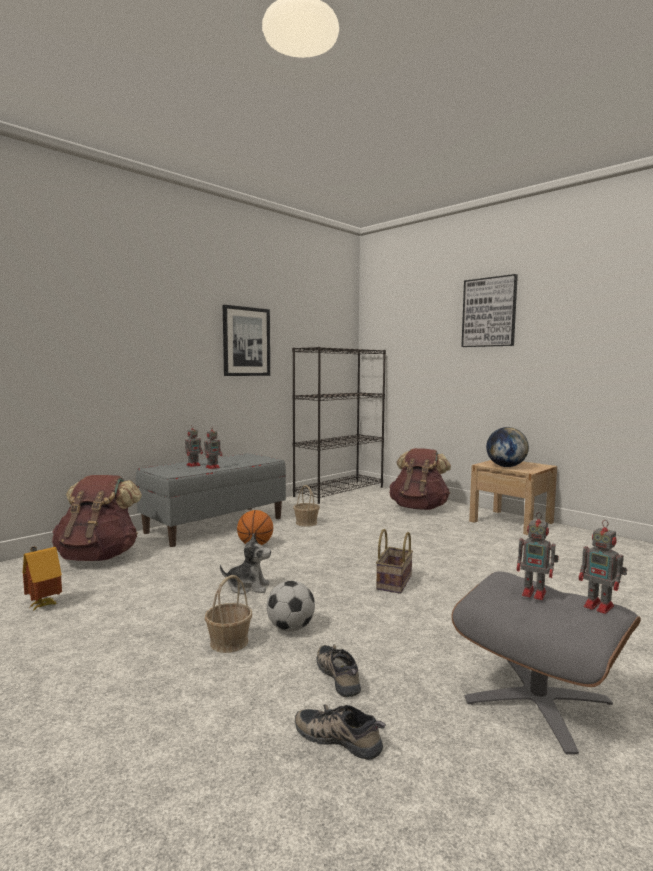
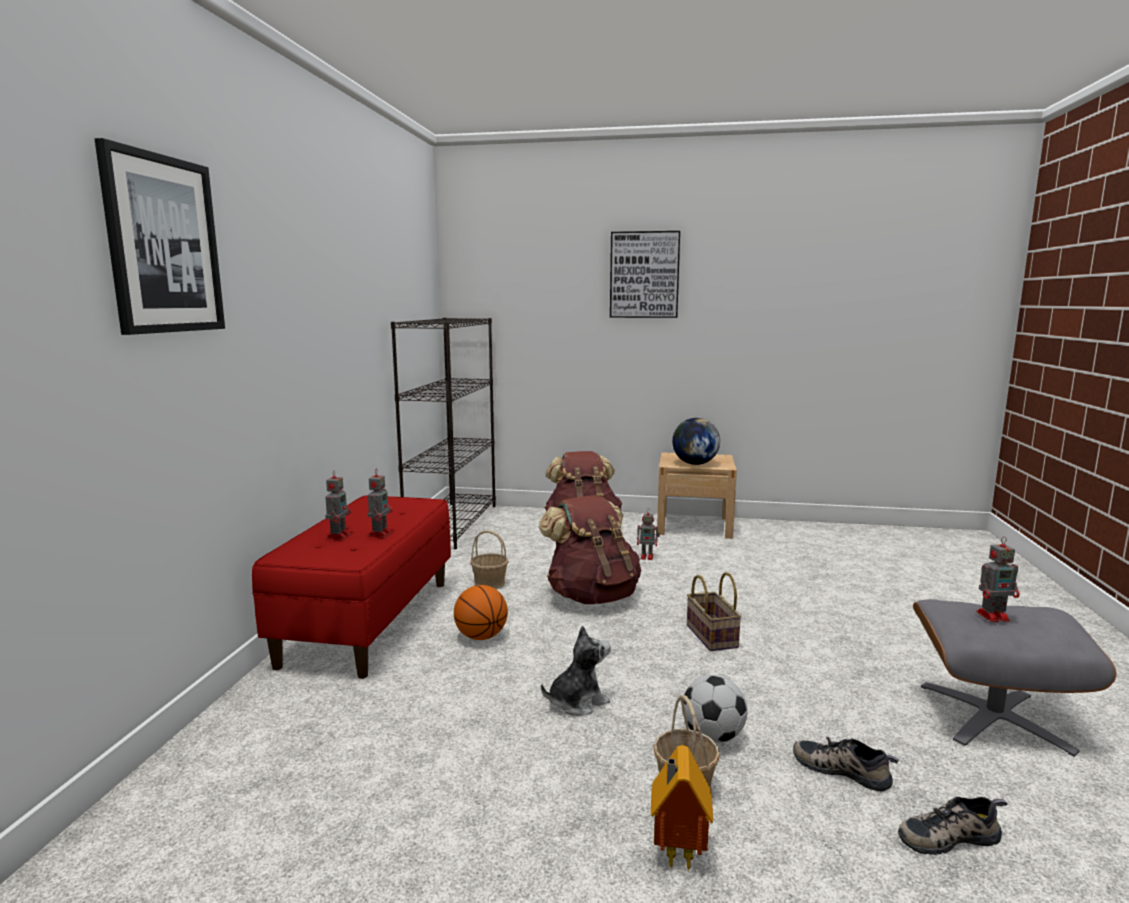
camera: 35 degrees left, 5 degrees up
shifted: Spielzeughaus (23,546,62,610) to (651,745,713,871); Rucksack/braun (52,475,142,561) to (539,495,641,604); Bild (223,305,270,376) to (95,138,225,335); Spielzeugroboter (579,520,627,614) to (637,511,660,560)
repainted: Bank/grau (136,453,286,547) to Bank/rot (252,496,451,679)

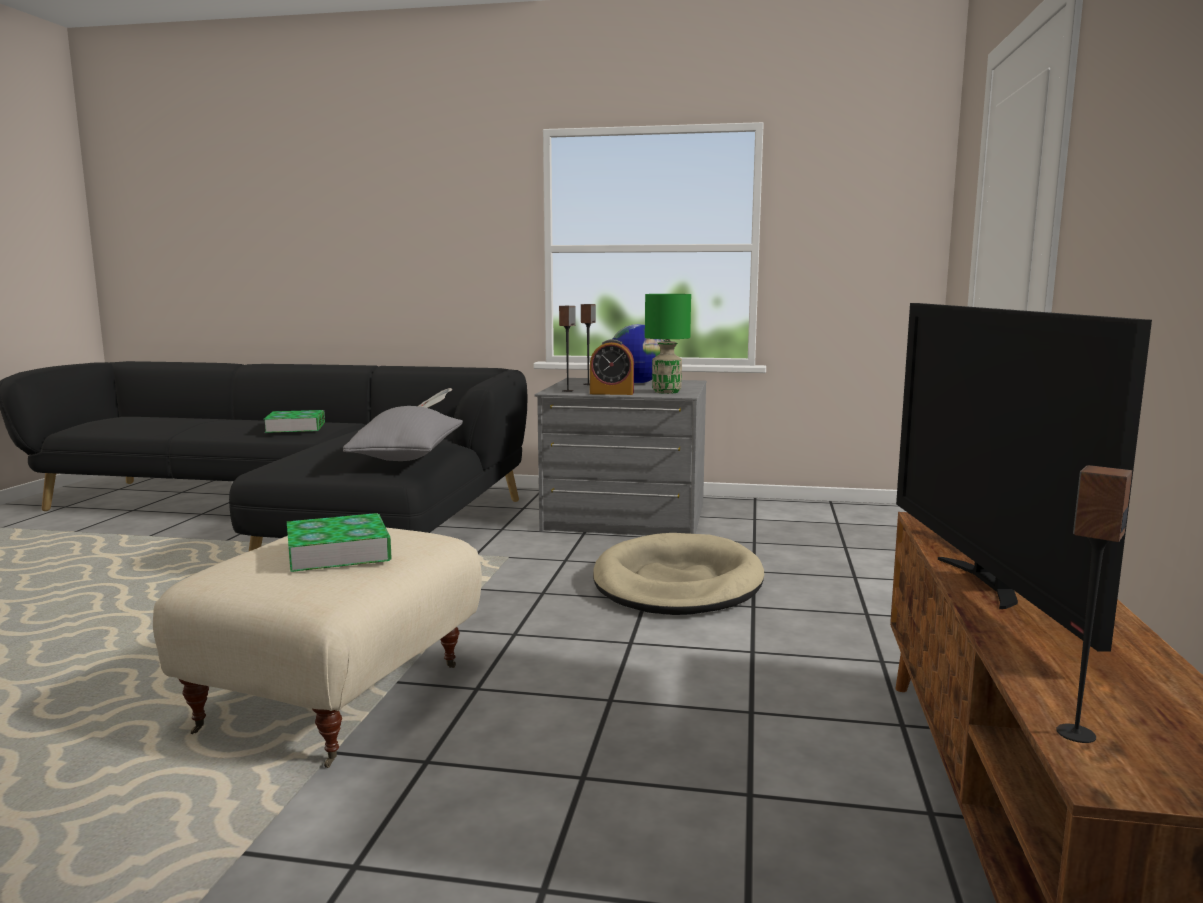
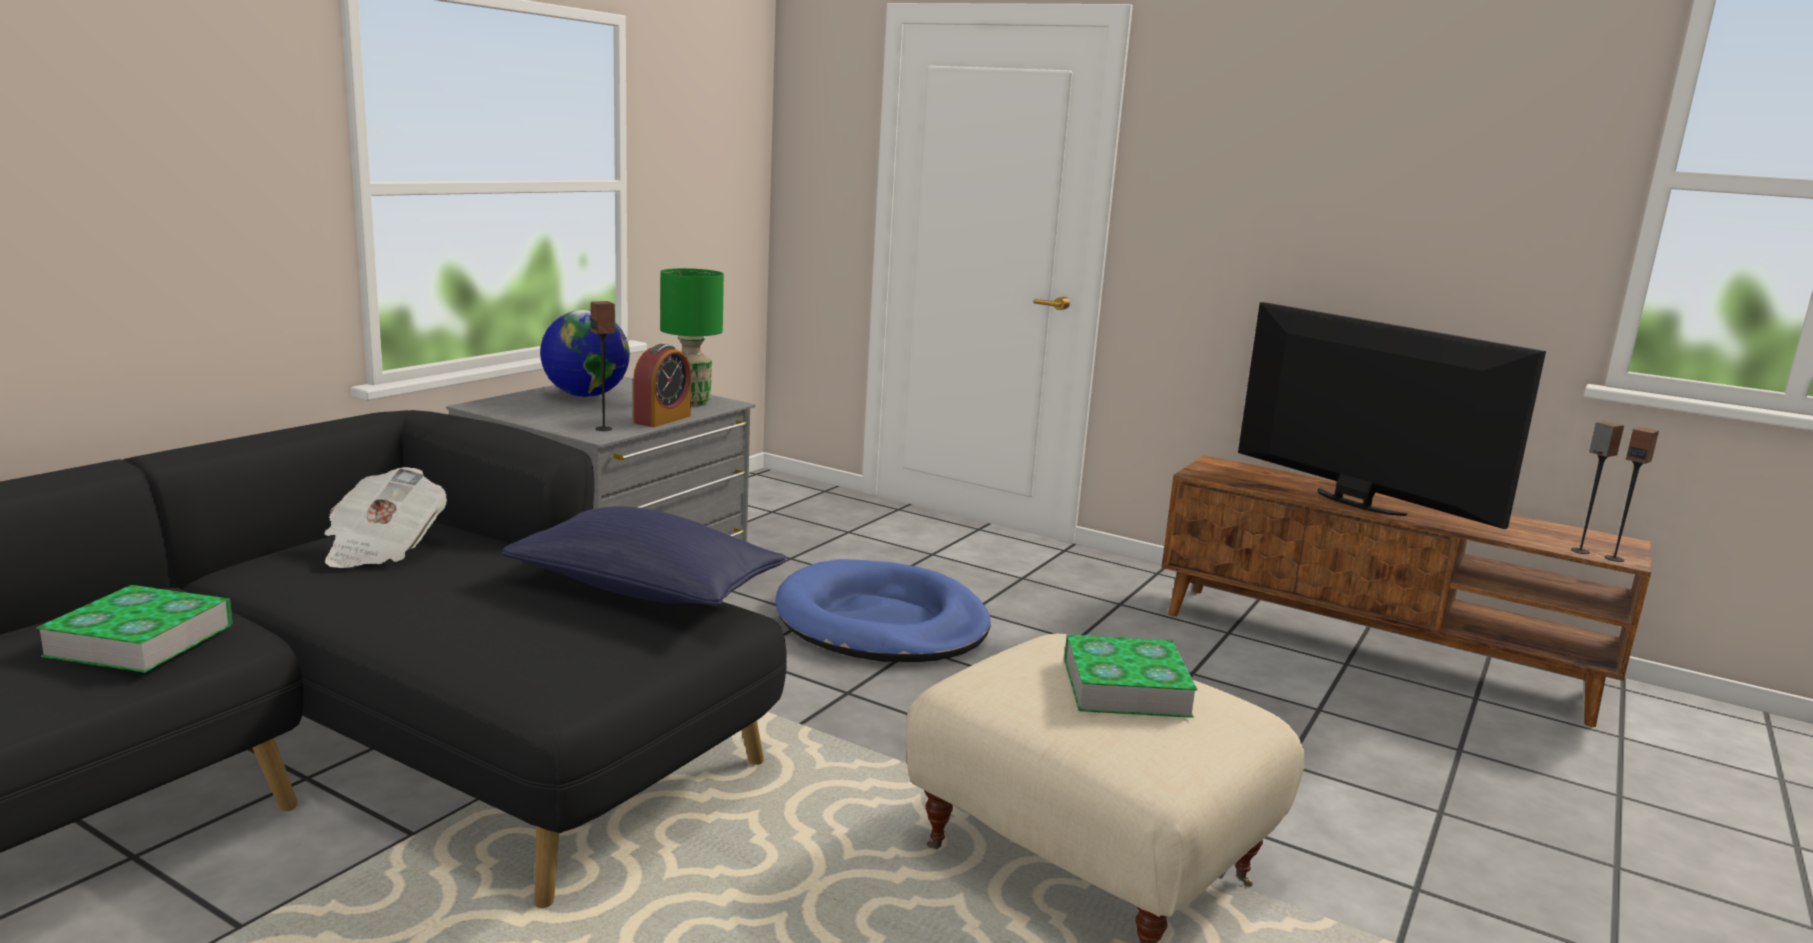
camera: 70 degrees left, 5 degrees up
shifted: Lautsprecher (581,304,596,385) to (1605,427,1659,562)
repainted: Kissen/grau (343,406,463,461) to Kissen/blau (501,506,786,607); Hundebett/beige (593,533,764,615) to Hundebett/blau (775,559,991,662)
rotated: Fernseher (896,303,1152,652) = (1238,302,1546,529) 150 degrees counterclockwise

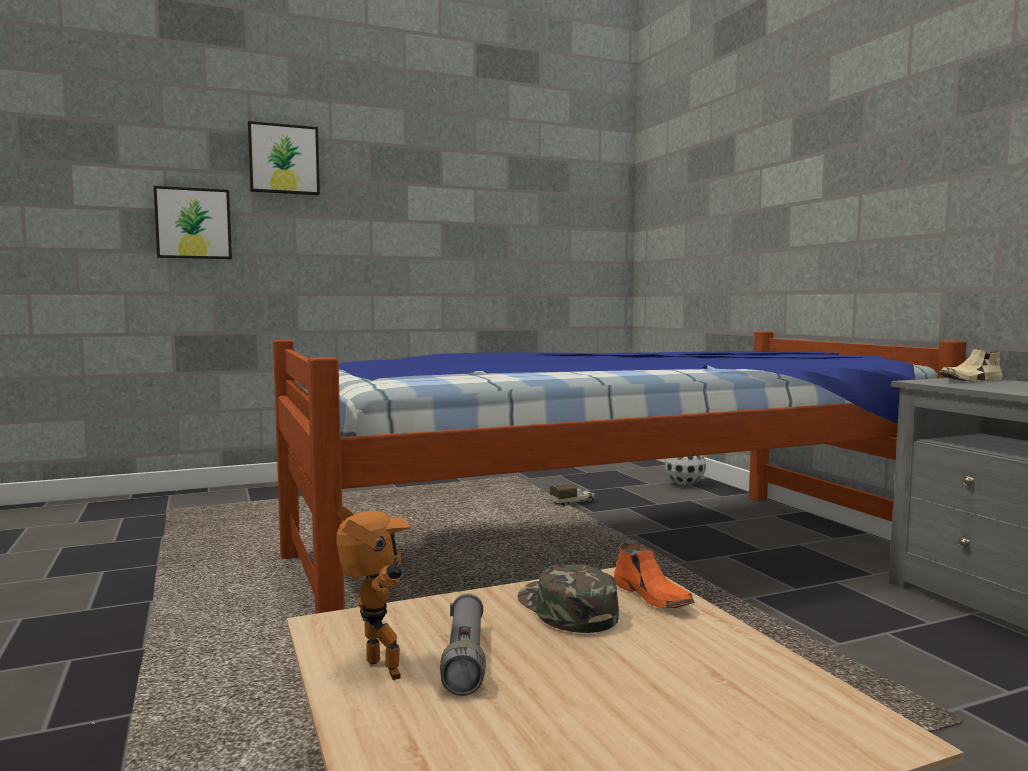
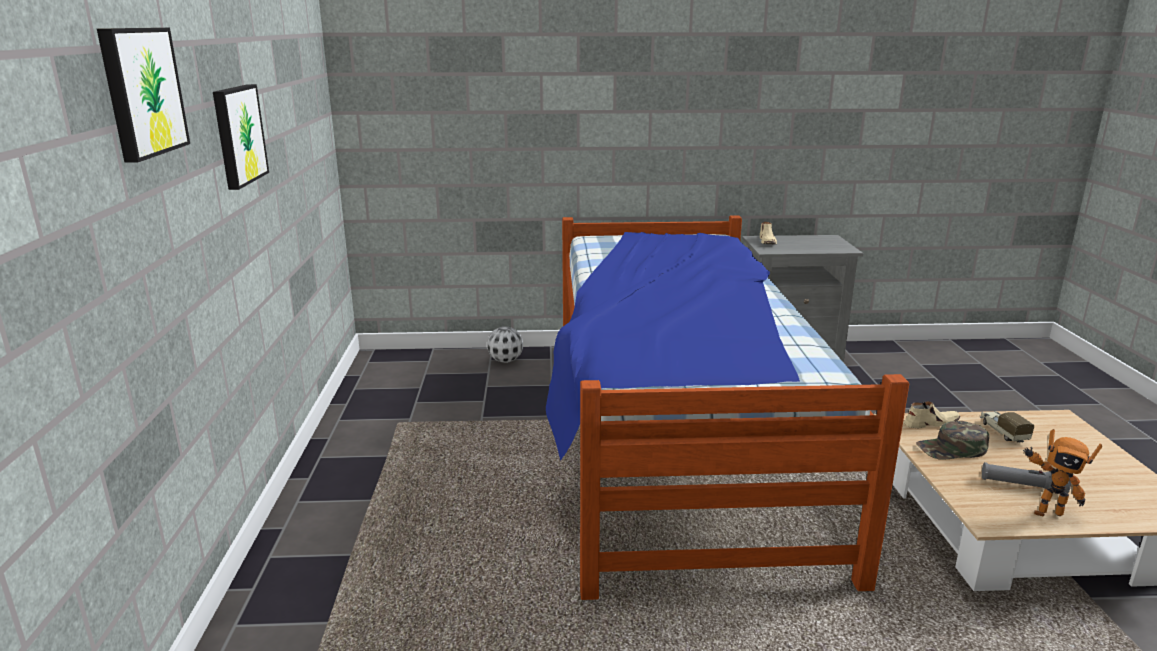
camera: 70 degrees left, 15 degrees up
shifted: Bild (154,186,232,259) to (213,84,269,190); Spielzeuglaster (550,483,595,506) to (980,411,1034,443)
repainted: Schuh/orange (614,543,695,608) to Schuh/beige (904,401,960,428)
rotated: Spielzeugroboter (337,506,410,680) = (1023,429,1102,516) 150 degrees counterclockwise

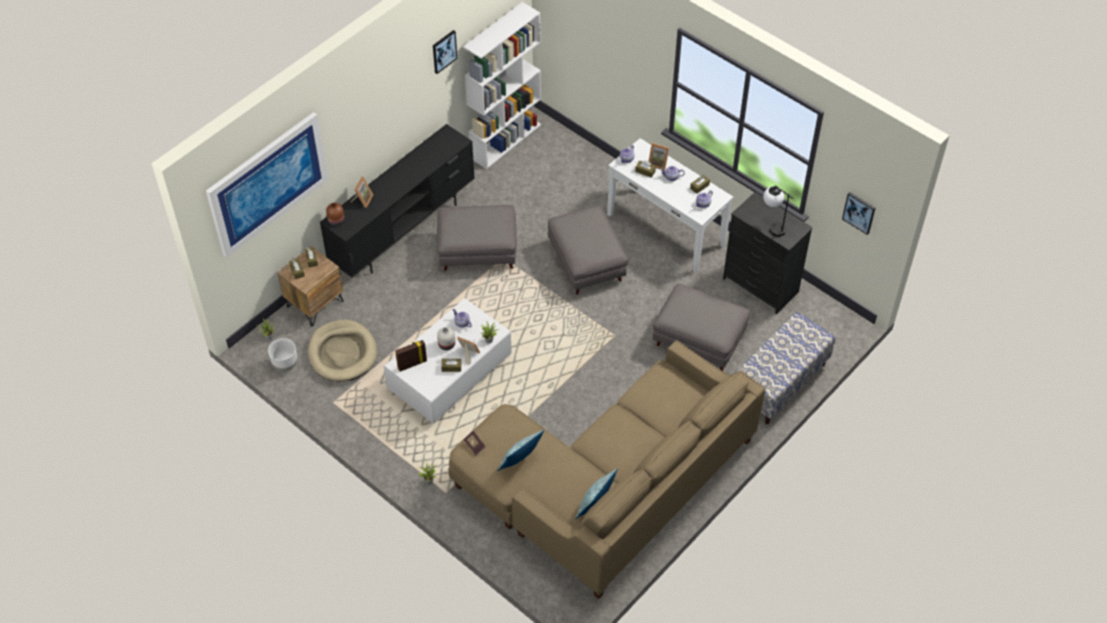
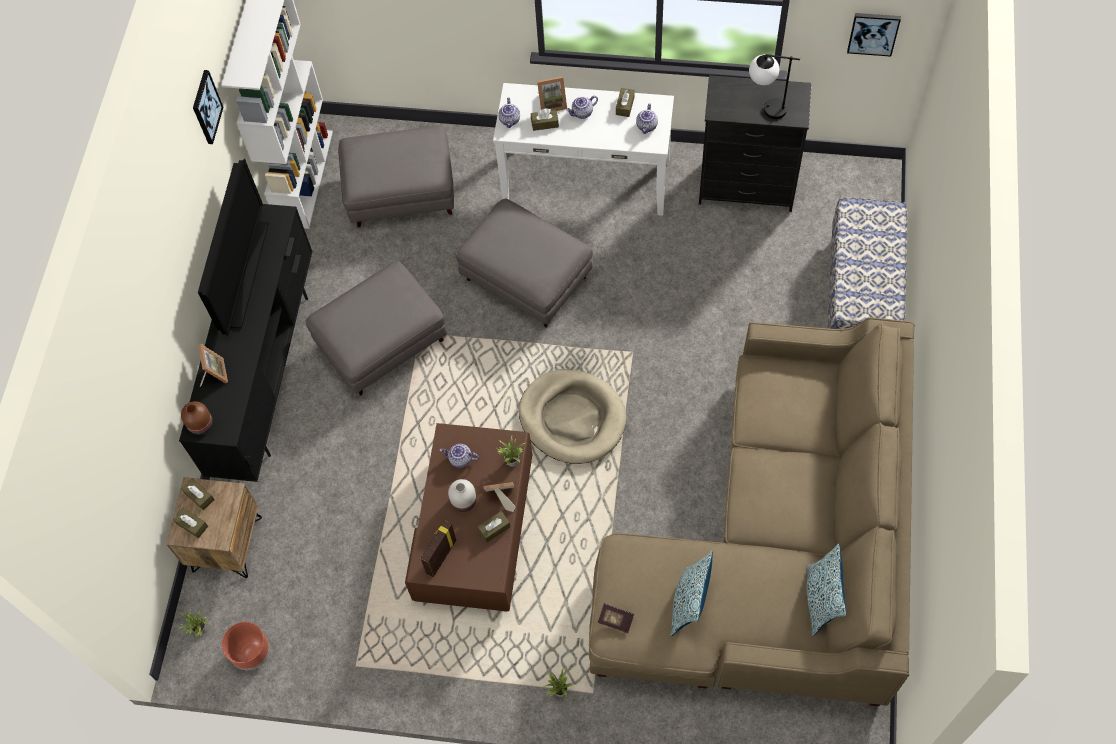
camera: 30 degrees left, 10 degrees up
gone: Bild (206,112,329,258)
new: Fernseher (198,159,269,336)
shifted: Hundebett/beige (308,320,377,382) to (519,369,627,464); Polsterhocker/grau (653,284,750,371) to (338,125,454,228)
repainted: Pflanzkübel/weiß (268,338,298,372) to Pflanzkübel/braun (222,622,270,670); Couchtisch/weiß (384,298,512,423) to Couchtisch/braun (405,423,532,611)

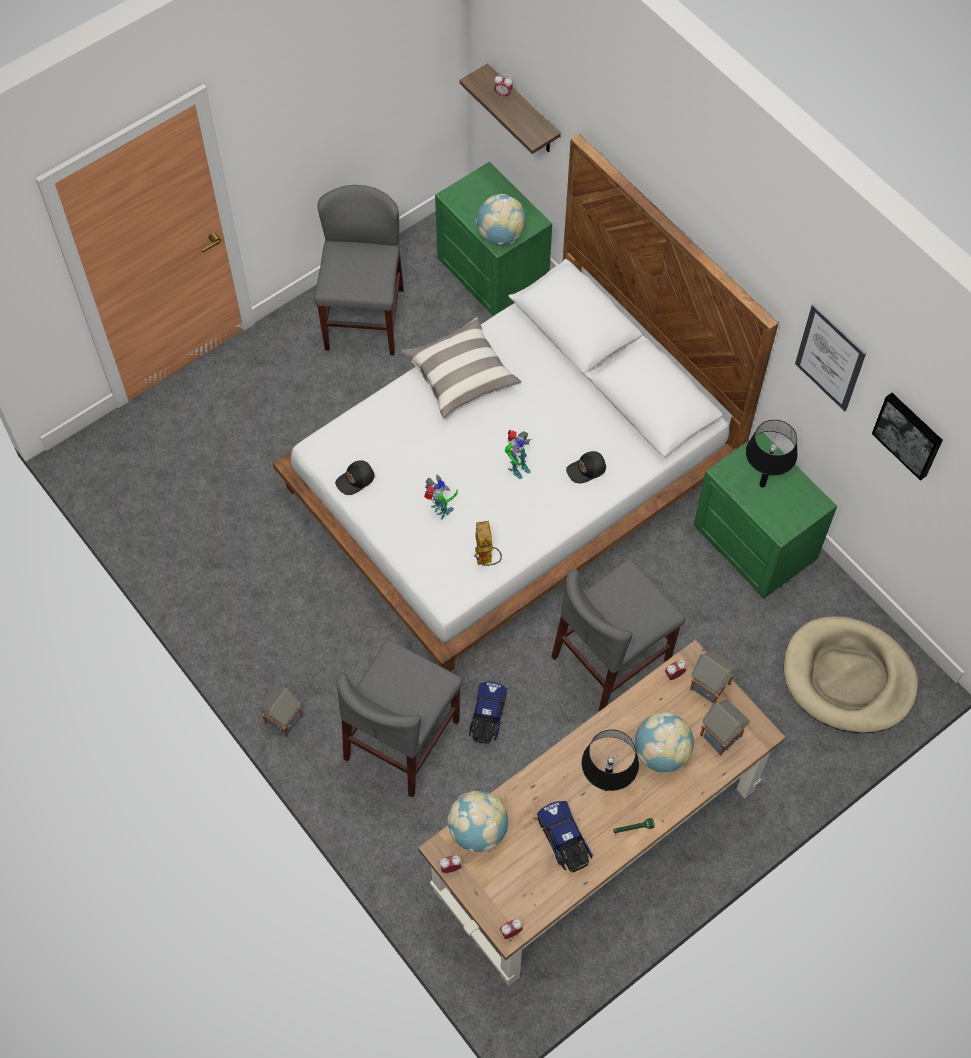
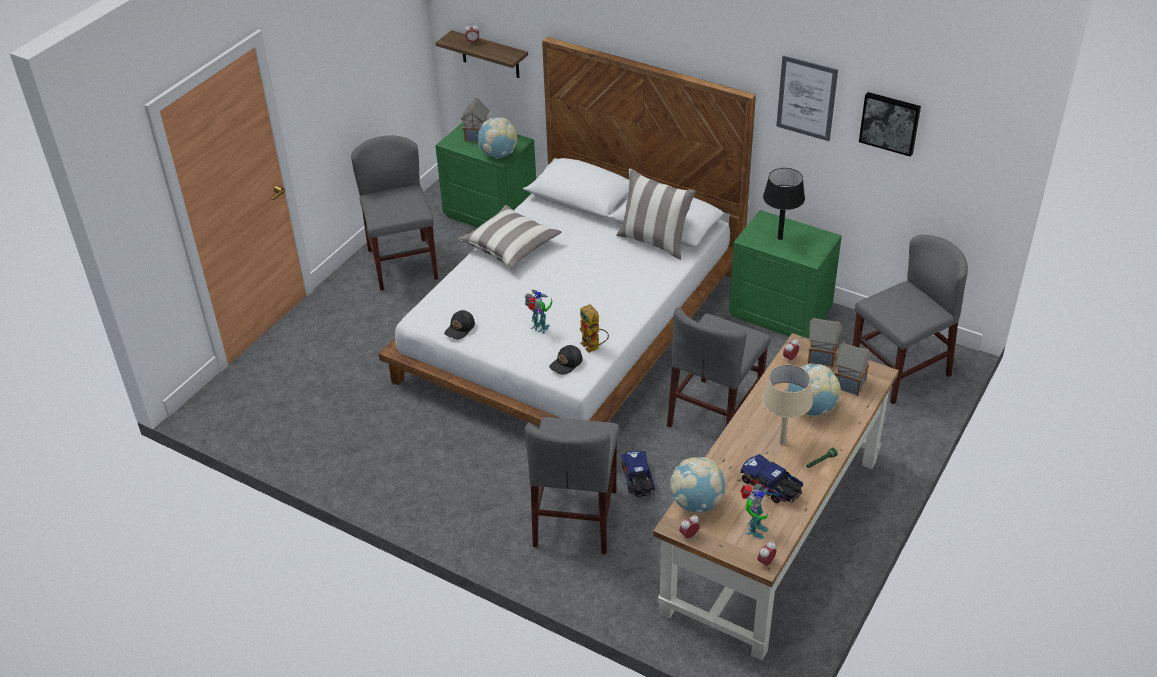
camera: 20 degrees left, 20 degrees down
new: Kissen (616,168,696,260)
shifted: Spielzeughaus (259,687,303,737) to (461,98,489,142); Spielzeugroboter (504,430,532,479) to (740,484,769,539); Kappe/schwarz (566,451,606,483) to (549,345,583,375)
swapped: Hundebett/beige (784,616,918,733) to Stuhl/grau (853,235,968,404)
repainted: Tischlampe/schwarz (582,730,639,791) to Tischlampe/beige (762,365,813,445)

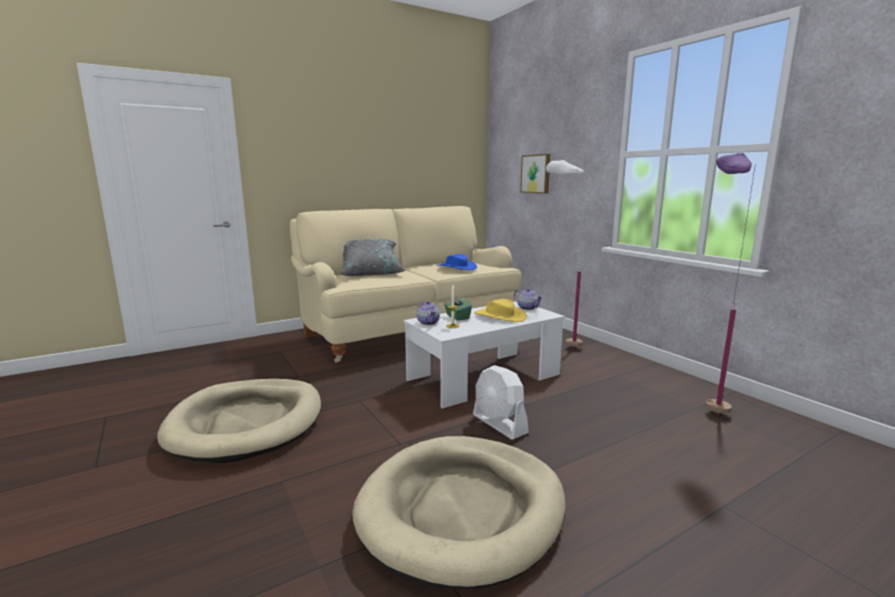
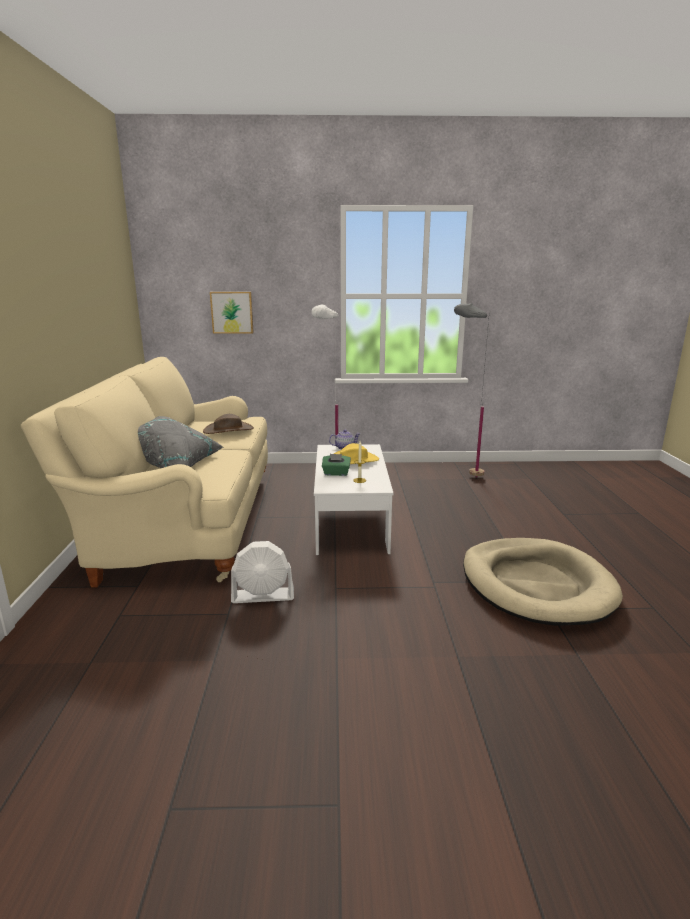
camera: 60 degrees left, 5 degrees up
gone: Hundebett/beige (157,379,321,463); Teekanne (417,301,440,325)
shifted: Ventilator/weiß (473,365,529,440) to (231,541,294,603)
repainted: Hut/blau (436,254,477,270) to Hut/braun (203,414,254,434); Stehlampe/lila (705,153,755,415) to Stehlampe/grau (454,303,489,478)

